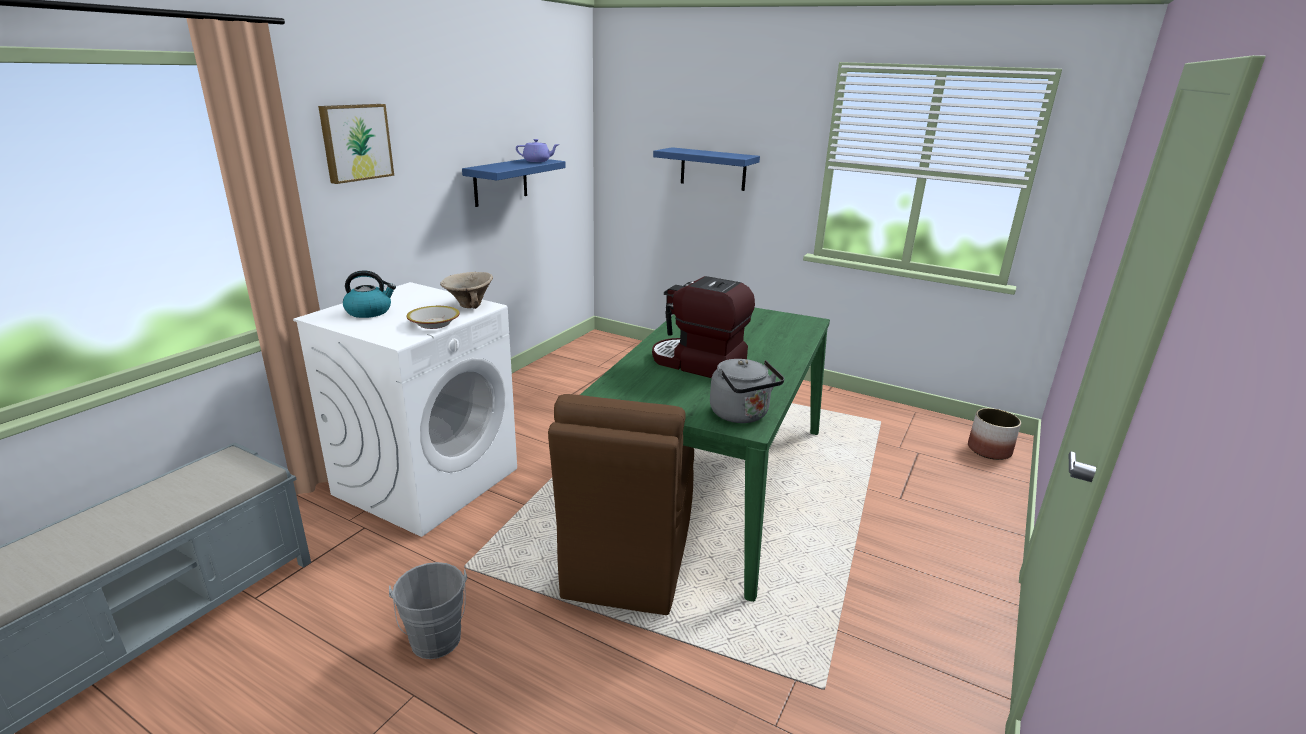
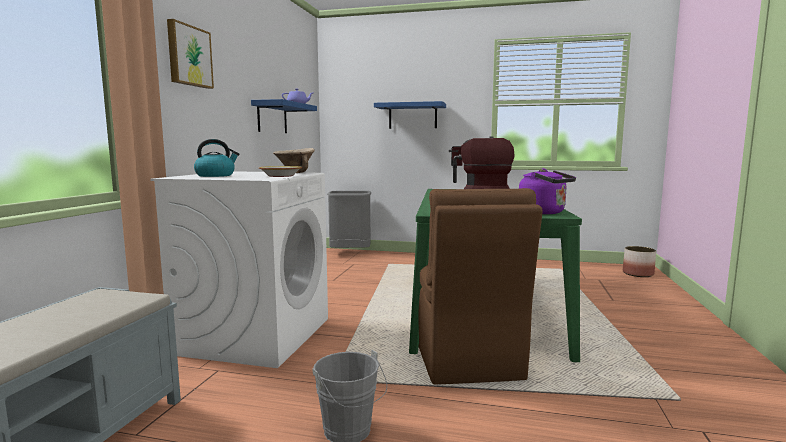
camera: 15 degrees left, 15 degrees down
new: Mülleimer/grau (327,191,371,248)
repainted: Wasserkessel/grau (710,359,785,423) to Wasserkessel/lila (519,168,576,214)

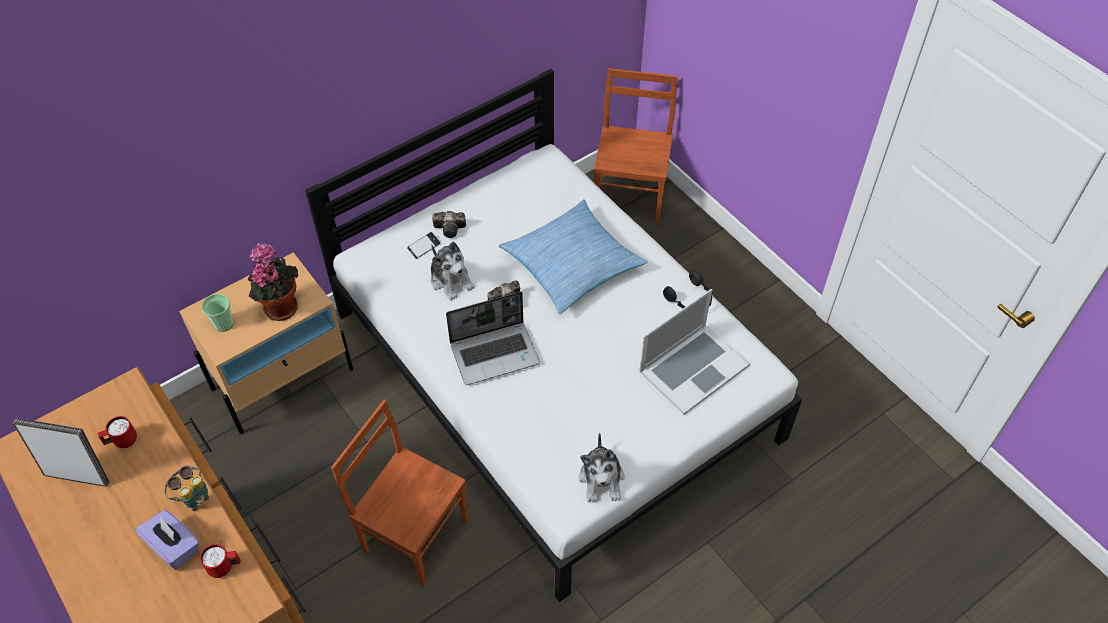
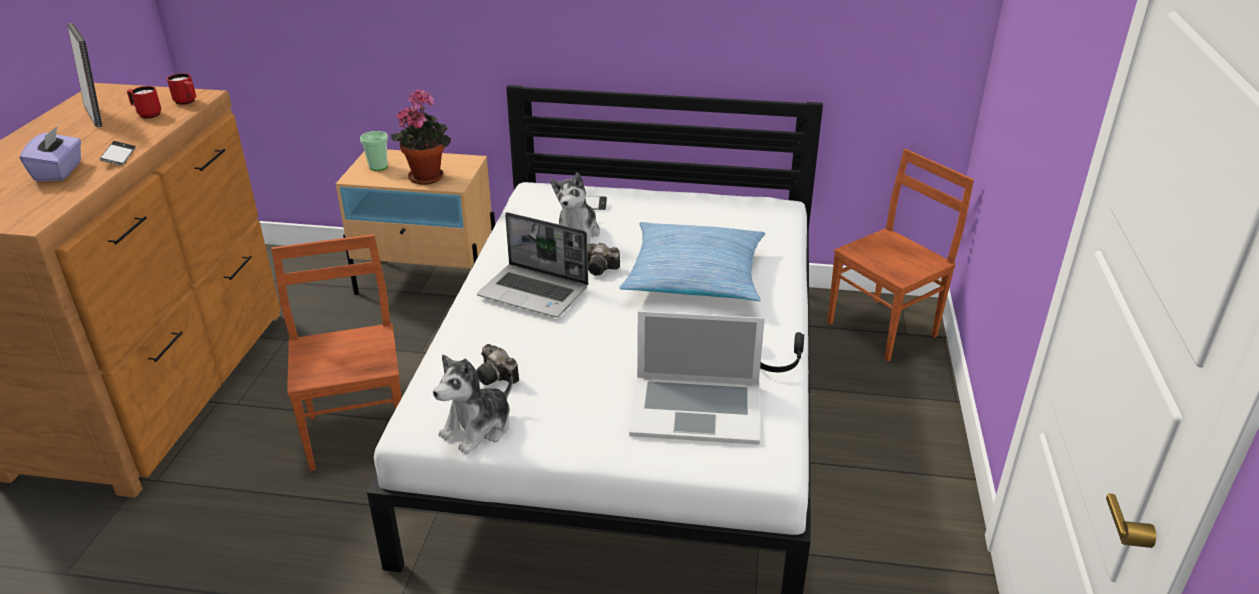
camera: 45 degrees right, 20 degrees down
shifted: Henkelbecher/rot (200,544,241,578) to (167,73,196,105); Kamera (432,211,466,238) to (476,344,519,385)
swapped: Fernglas (164,466,209,511) to Handy (100,141,136,166)

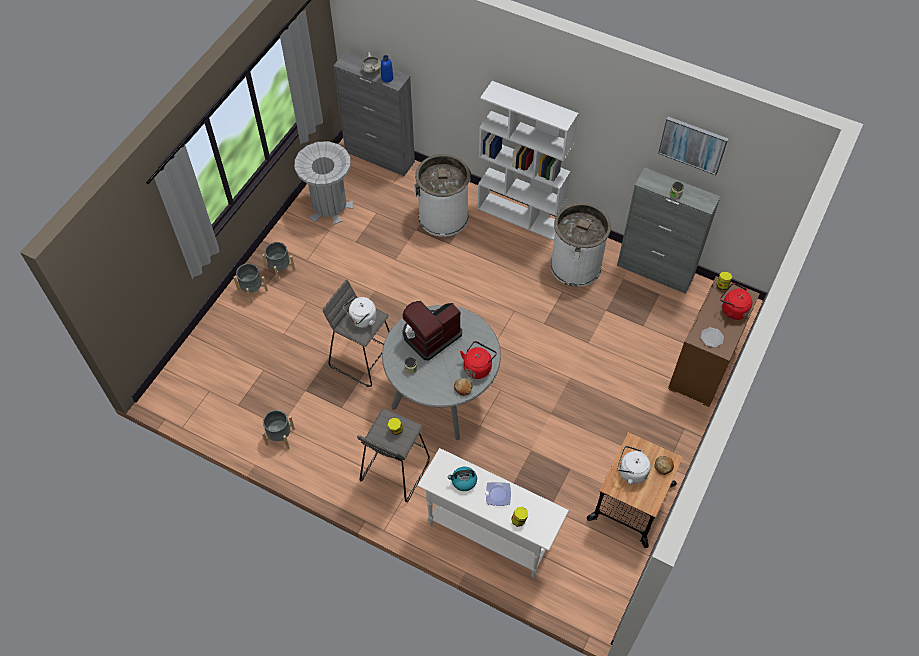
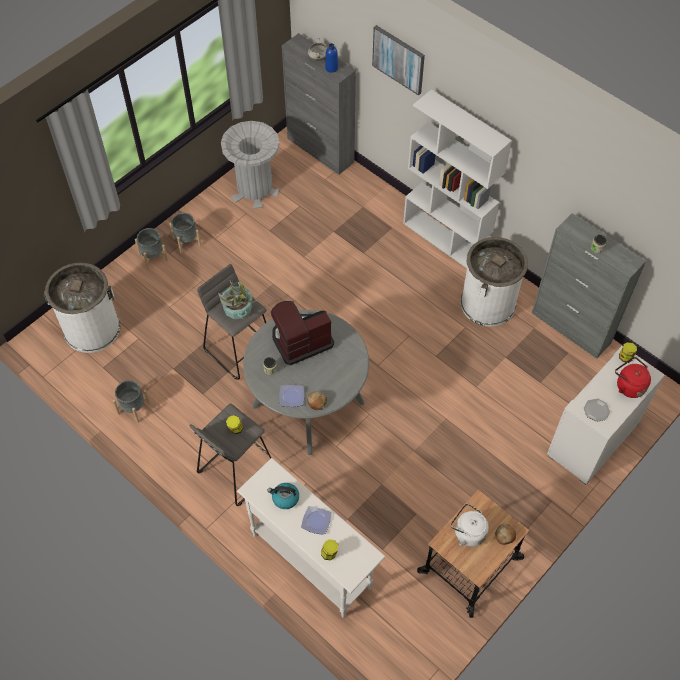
camera: 15 degrees right, 0 degrees up
gone: Wasserkessel/rot (460,341,497,379)
new: Teller (279,385,304,407)
shifted: Mülleimer/weiß (414,154,471,237) to (44,262,120,353); Bild (658,116,728,175) to (372,25,425,96)
swapped: Wasserkessel/weiß (343,297,377,328) to Topfpflanze (218,281,259,319)
repainted: Kommode/braun (668,276,760,407) to Kommode/weiß (547,346,665,485)

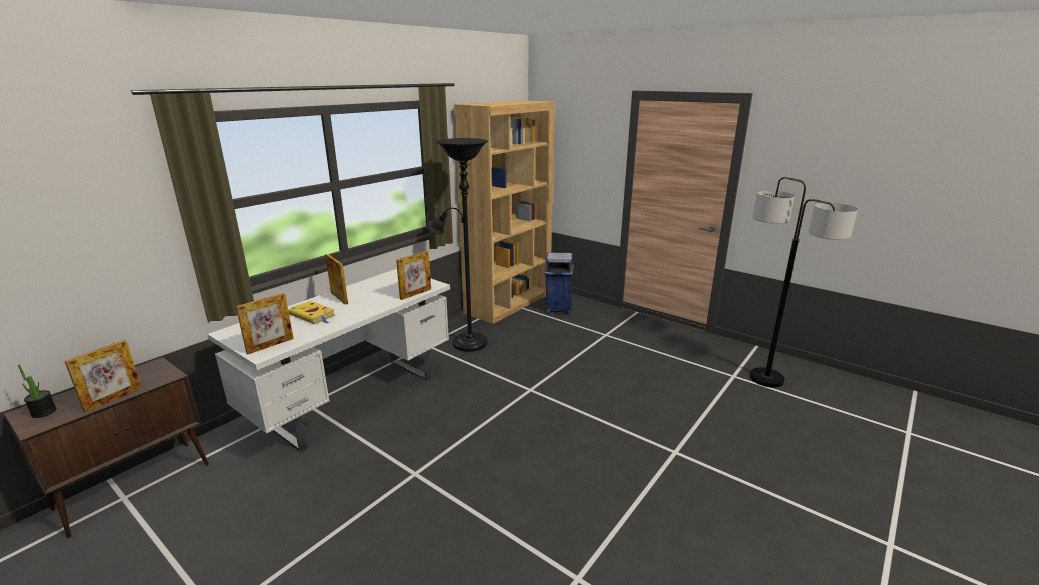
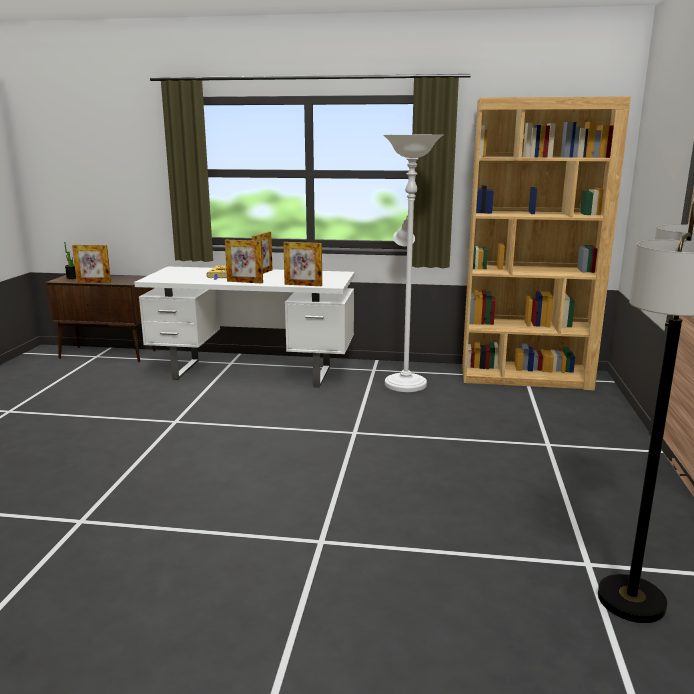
camera: 60 degrees right, 5 degrees down
gone: Mülleimer/blau (544,252,574,315)
shifted: Bilderrahmen (236,293,294,354) to (225,240,263,284)
repainted: Stehlampe/schwarz (427,138,488,352) to Stehlampe/weiß (383,135,443,392)

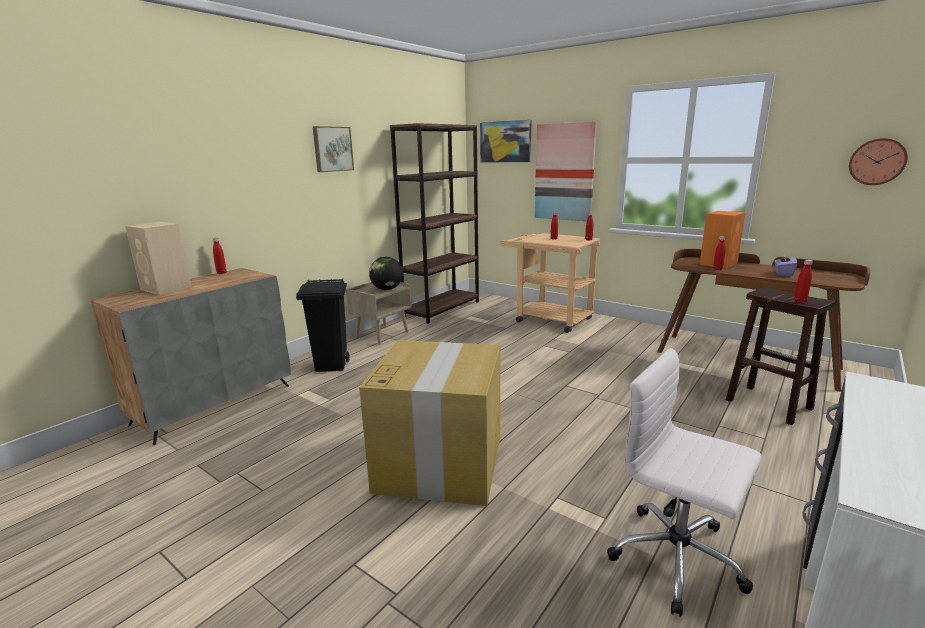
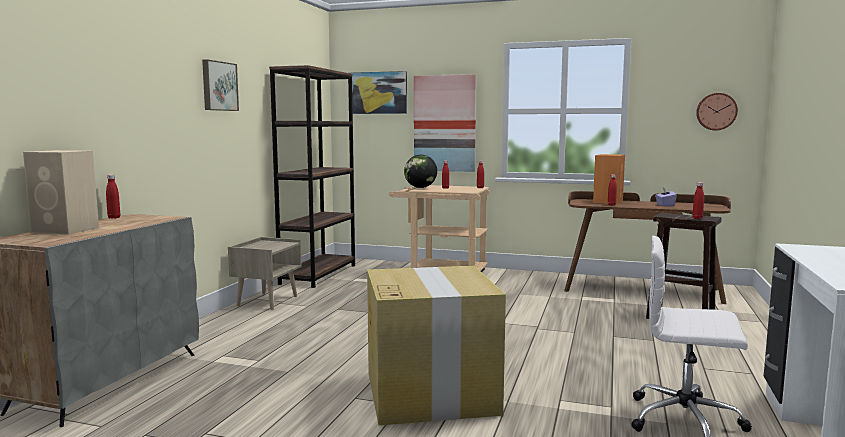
camera: 20 degrees left, 10 degrees down
gone: Mülleimer/schwarz (296,279,349,372)
shifted: Globus (369,257,403,290) to (404,155,437,188)

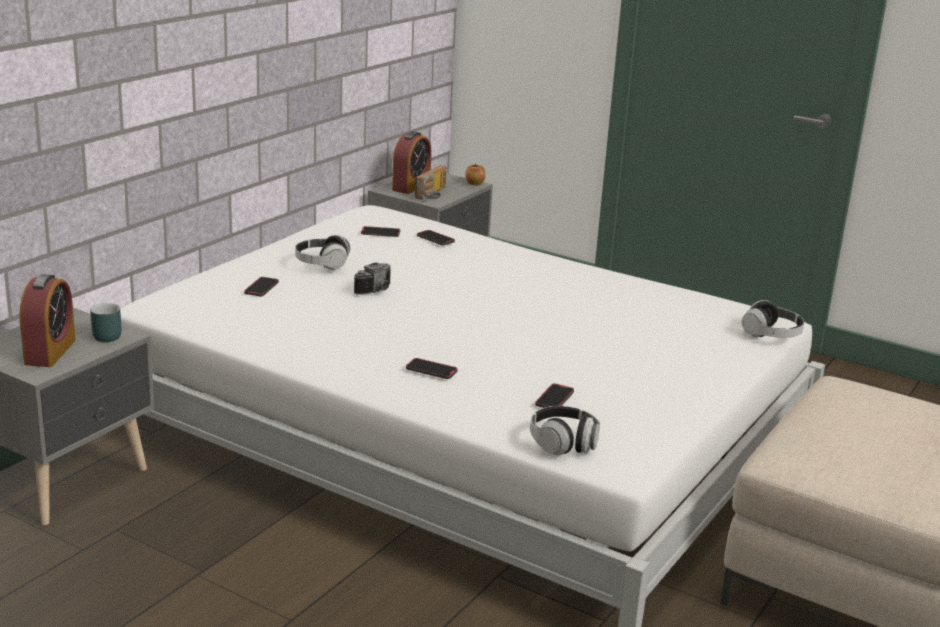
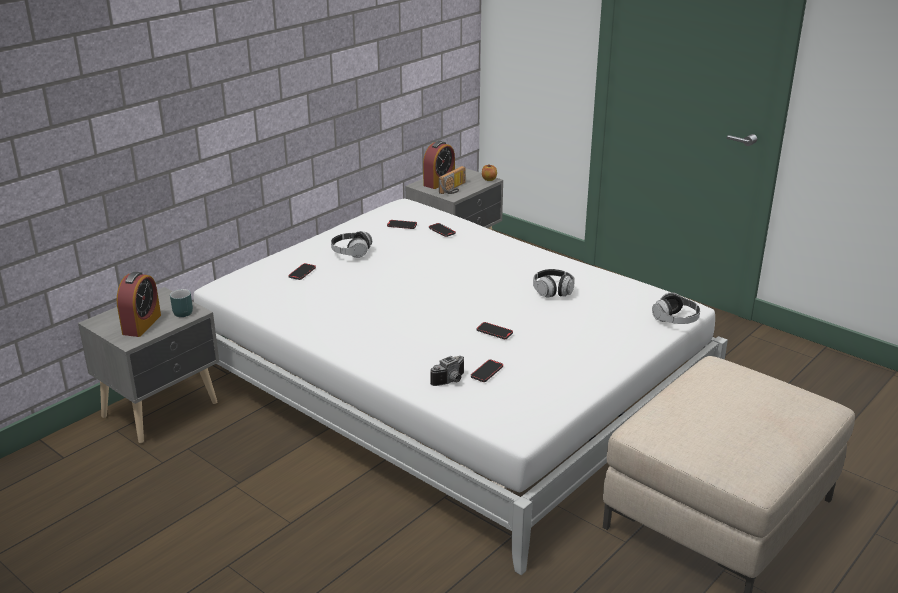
camera: 10 degrees right, 5 degrees up
shifted: Kamera (354,262,391,295) to (430,356,464,386); Handy (406,358,458,379) to (477,322,513,339); Kopfhörer (530,406,600,455) to (533,269,575,298)

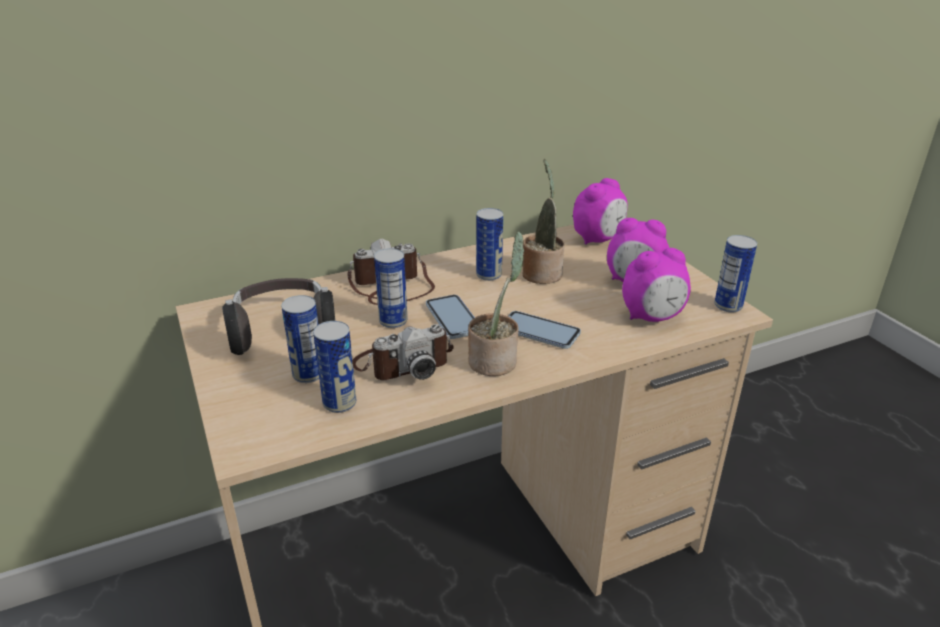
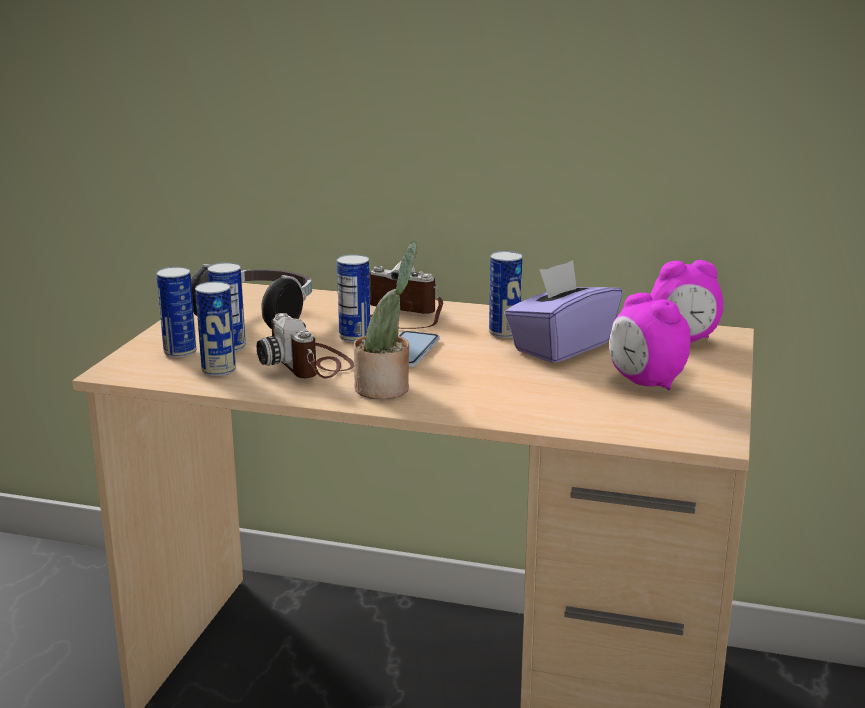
camera: 40 degrees right, 10 degrees down
gone: Handy (508,311,581,349); Wecker (622,248,691,322)
shifted: Dose (714,235,757,312) to (156,267,197,358)
swapped: Topfpflanze (523,159,565,284) to Taschentuchbox/lila (504,260,623,363)
rotated: Kamera (353,324,454,380) = (257,313,354,379) 45 degrees clockwise

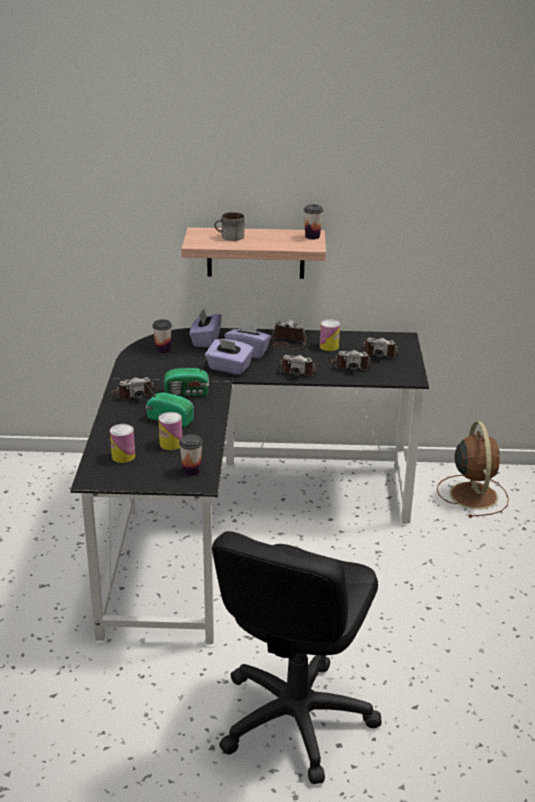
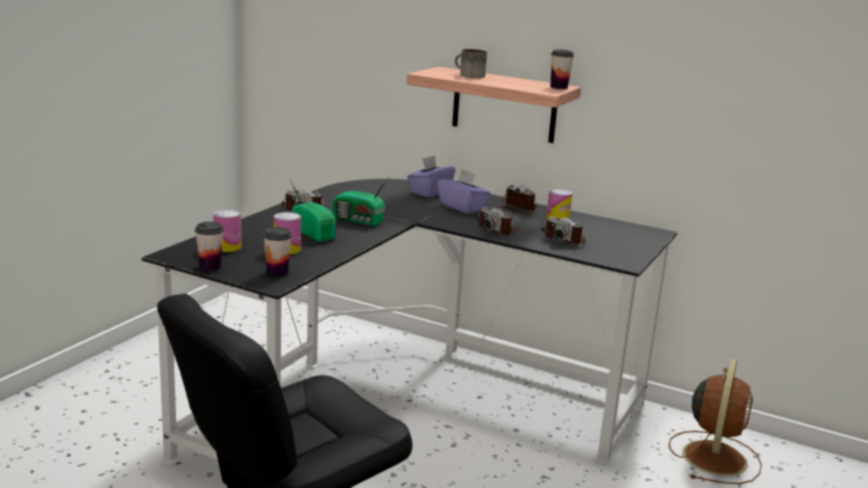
camera: 25 degrees right, 10 degrees down
gone: Taschentuchbox/lila (205,338,254,375); Kamera (361,337,398,357)
shifted: Tasse (152,319,172,354) to (195,222,224,271)

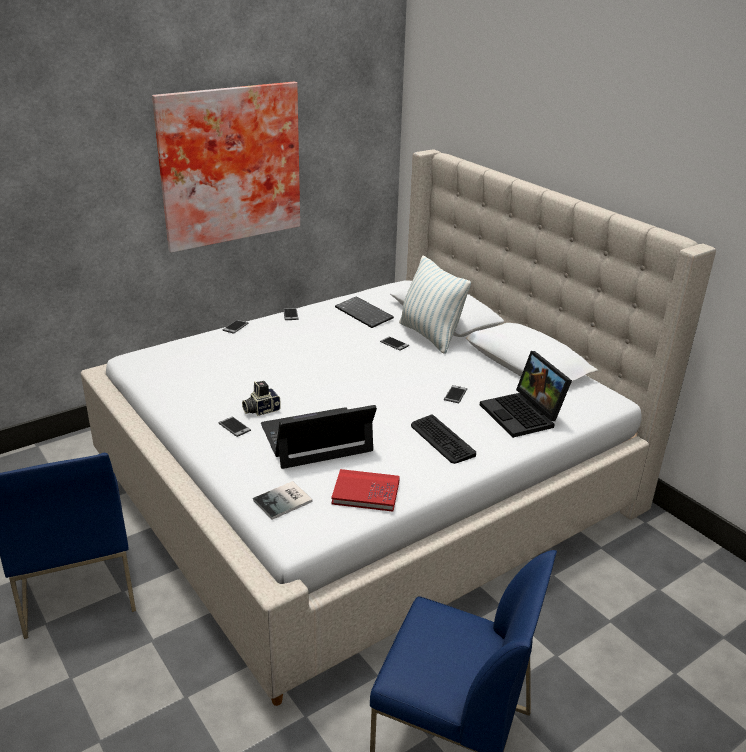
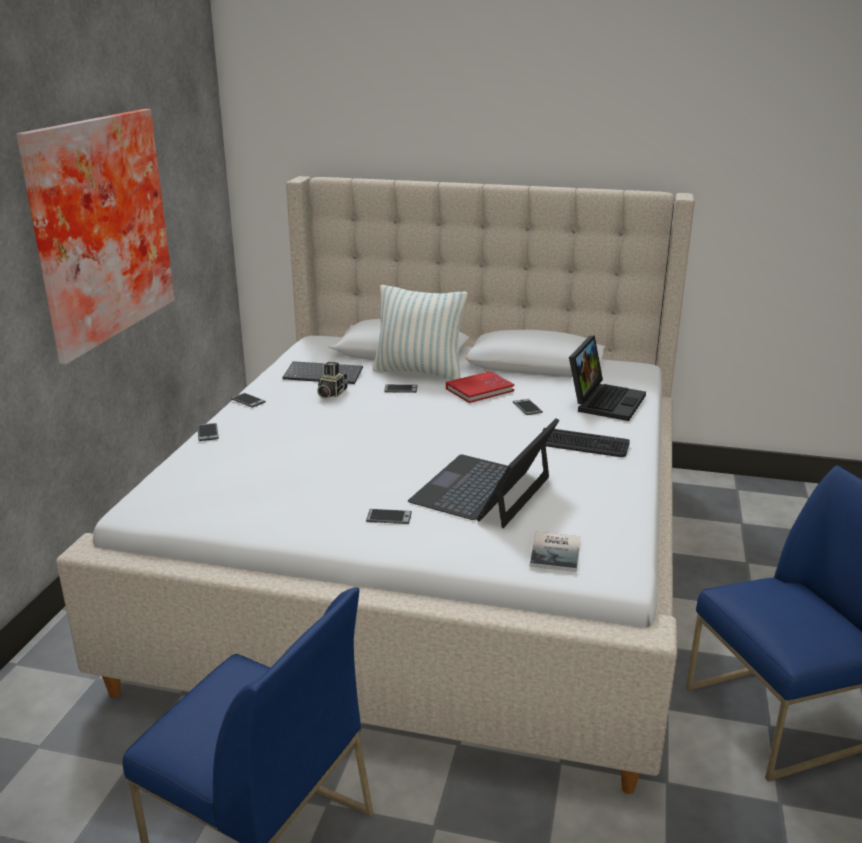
camera: 40 degrees left, 5 degrees down
shifted: Kamera (242,381,281,416) to (317,362,348,399); Buch/rot (331,469,400,512) to (446,371,515,403)
rotated: Laptop (480,351,572,438) = (569,335,646,421) 90 degrees counterclockwise

